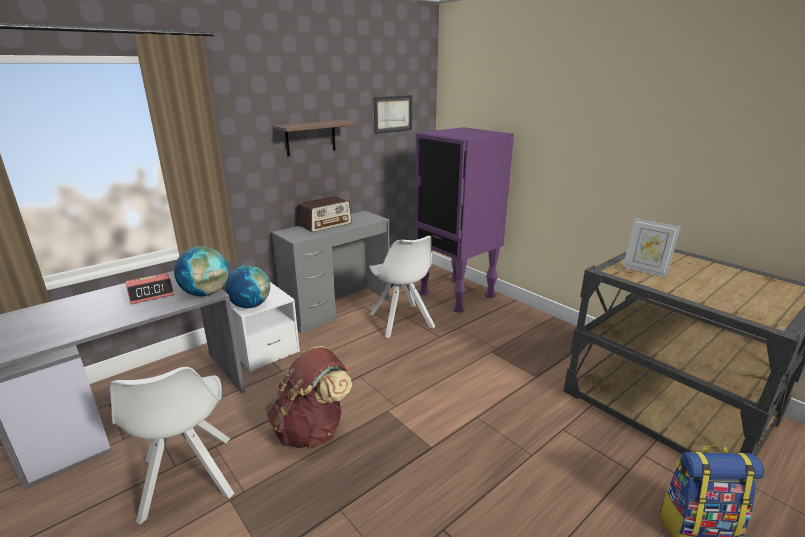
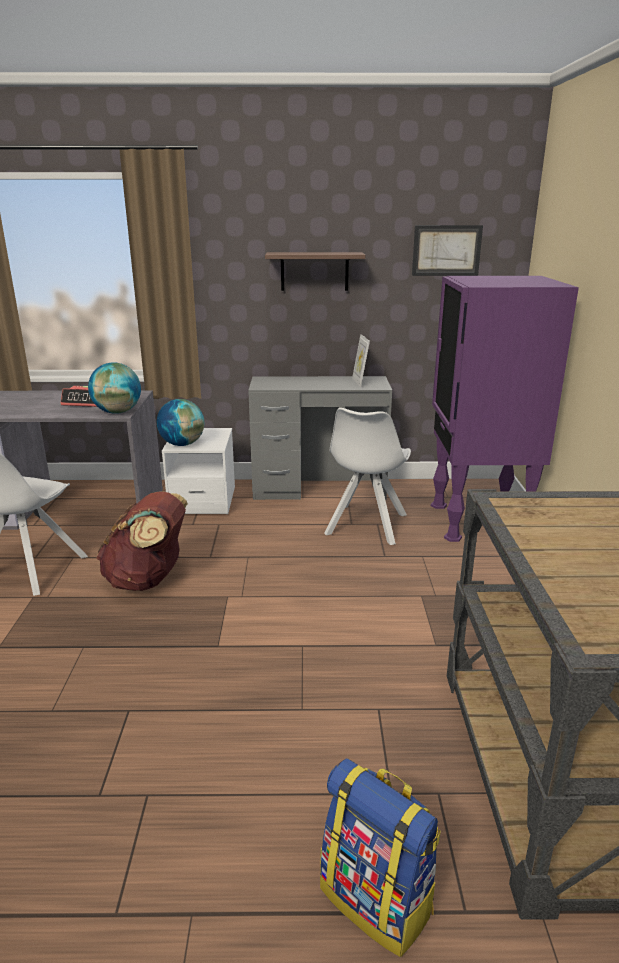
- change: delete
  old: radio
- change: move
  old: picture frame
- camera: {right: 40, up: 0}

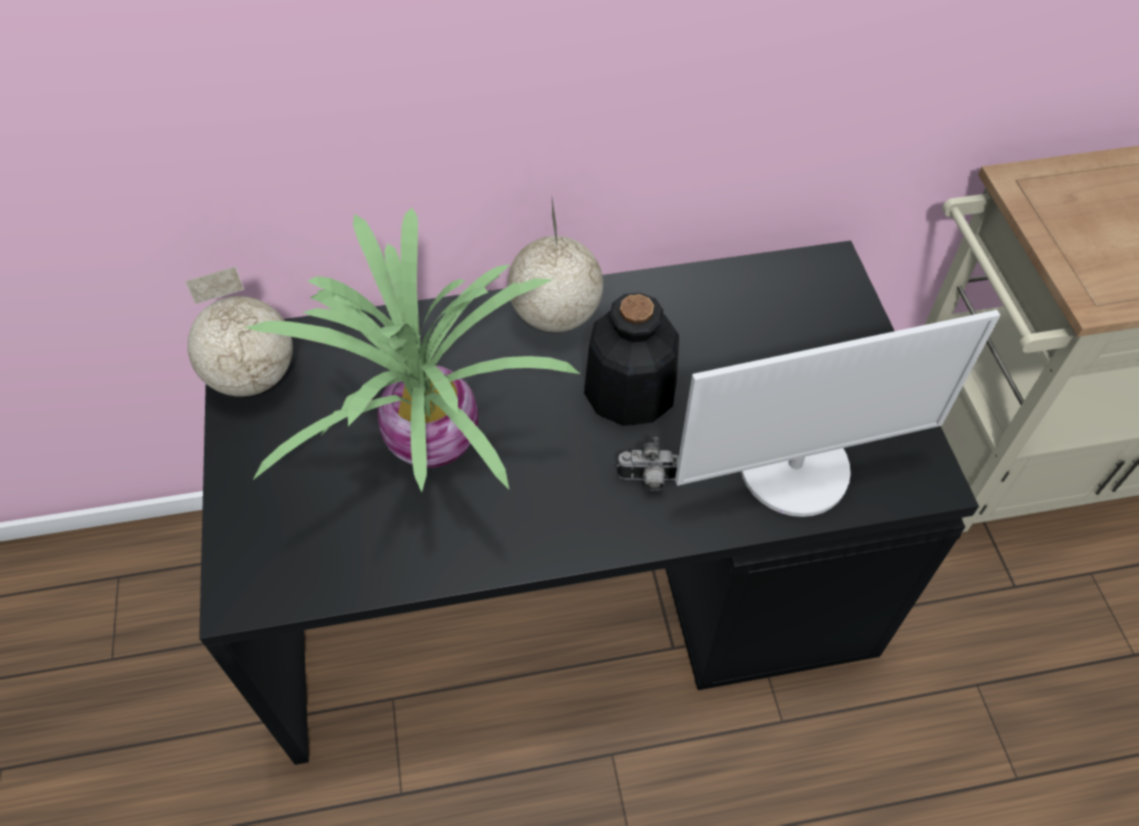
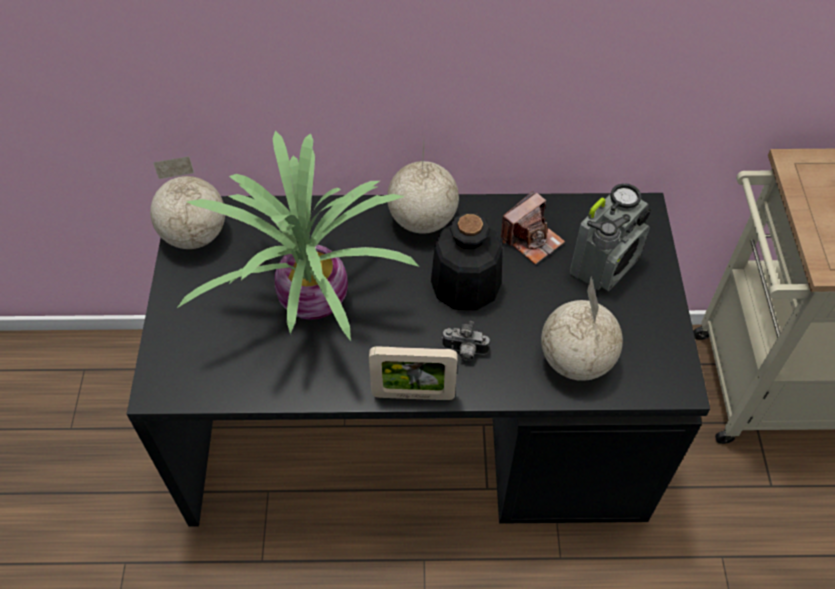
- change: replace
  old: monitor
  new: globe (3rd from left)
- change: insert
  new: picture frame
- change: insert
  new: photo camera (2nd from left)
- change: insert
  new: radio
- camera: {right: 10, up: 0}

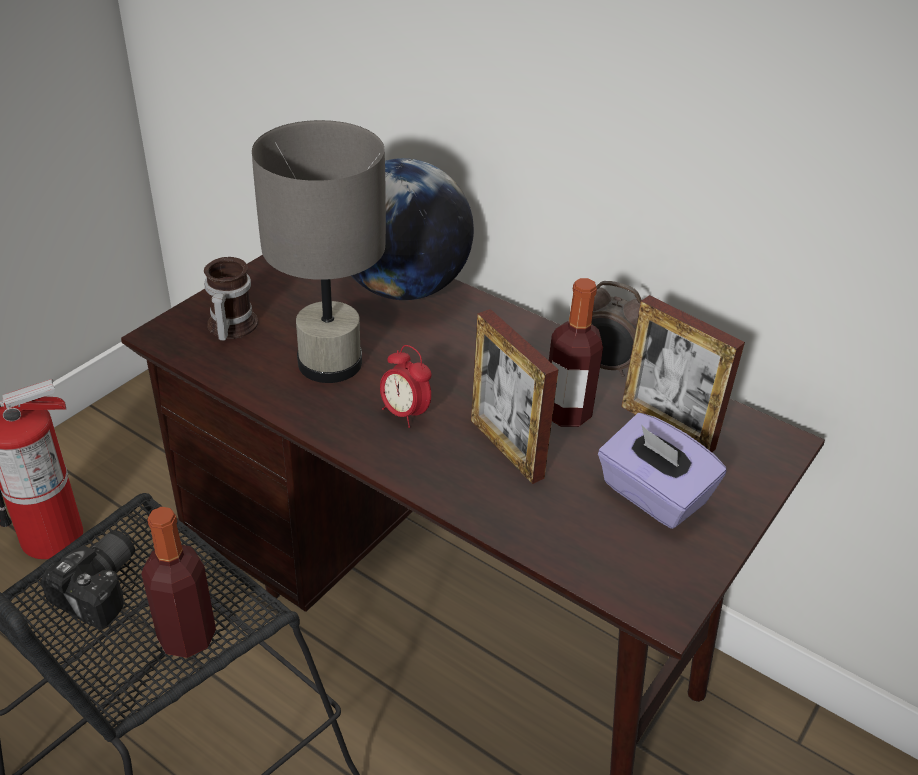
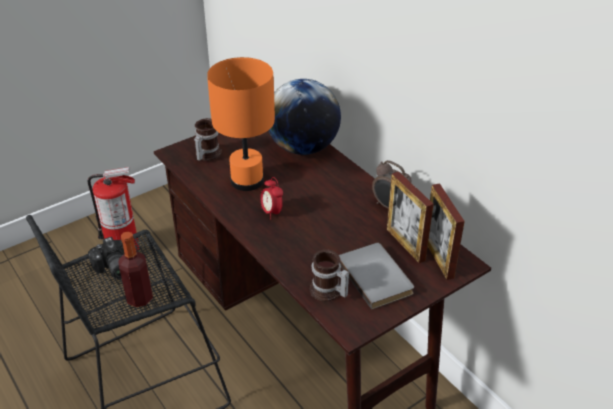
- change: rotate
  old: photo camera
  degrees: 105
- change: recolor
  old: grey table lamp
  new: orange table lamp
- change: move
  old: picture frame (1st from left in the first image)
  new: picture frame (2nd from left)
- change: delete
  old: bottle (2nd from left)
- change: replace
  old: purple tissue box
  new: grey book
- change: insert
  new: mug (2nd from left)
- camera: {right: 20, up: 0}

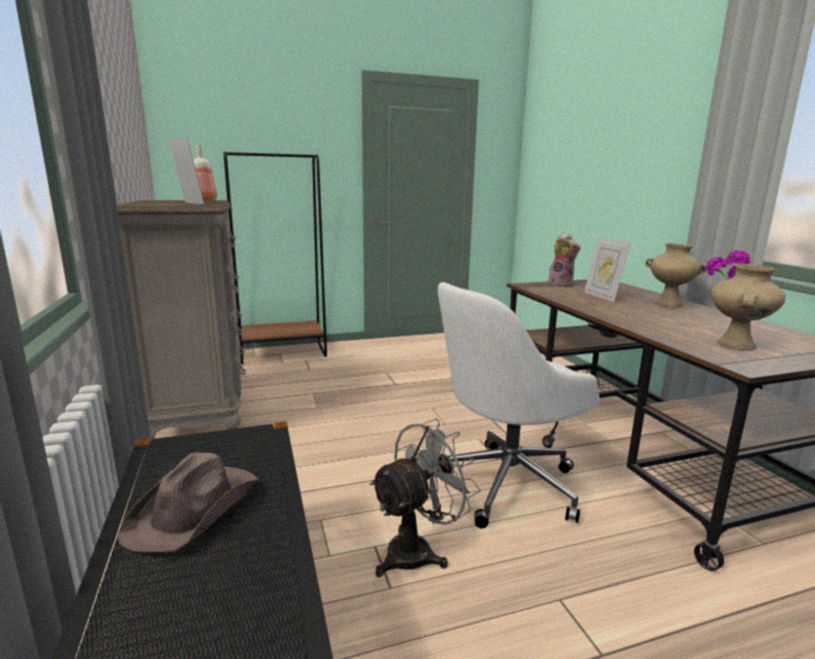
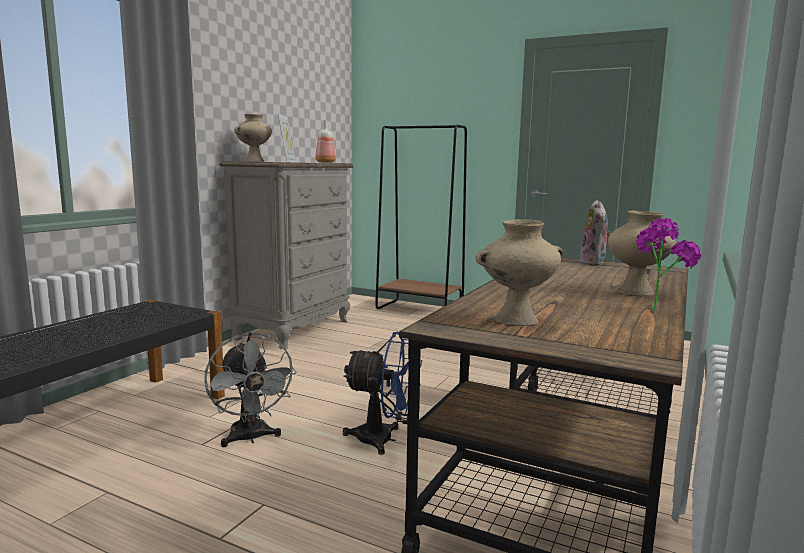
- change: delete
  old: brown hat
- change: rotate
  old: grey fan
  degrees: 60
- change: replace
  old: white office chair
  new: blue fan
- change: delete
  old: picture frame (2nd from left)
- change: insert
  new: beige vase (1st from left)
- camera: {right: 45, up: -5}

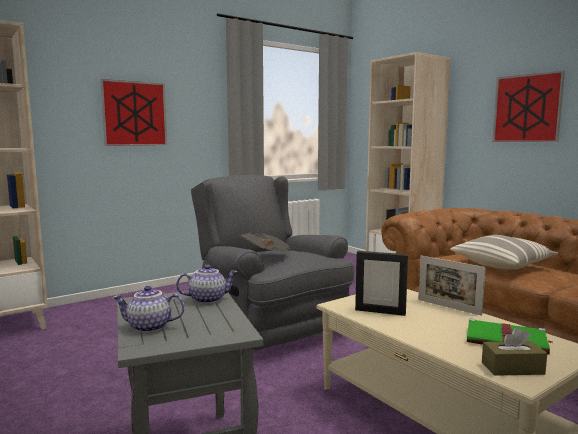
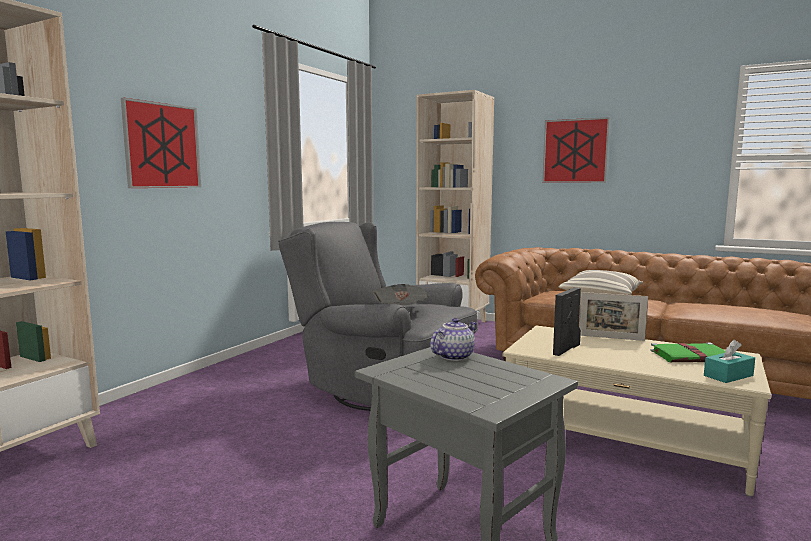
- change: delete
  old: teapot (1st from left)
- change: rotate
  old: picture frame (1st from left)
  degrees: 135
- change: recolor
  old: brown tissue box
  new: turquoise tissue box
- camera: {right: -25, up: 0}

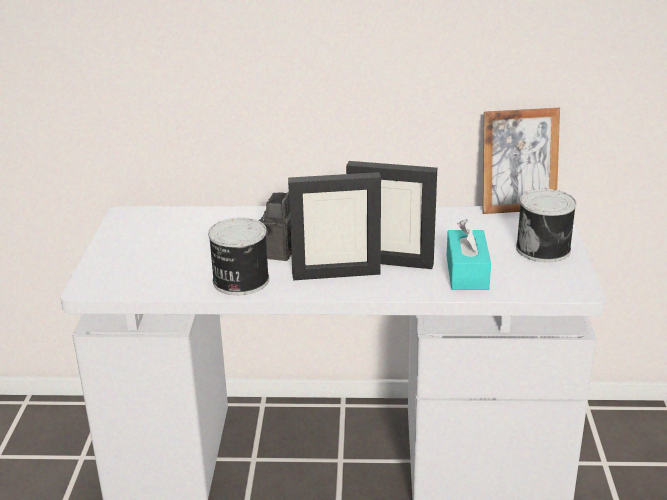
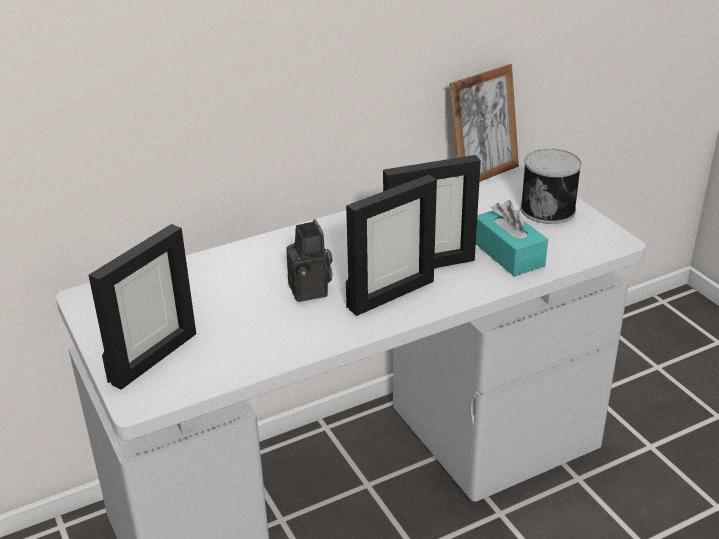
- change: delete
  old: can (1st from left)
- change: insert
  new: picture frame (1st from left)
- camera: {right: -30, up: 5}

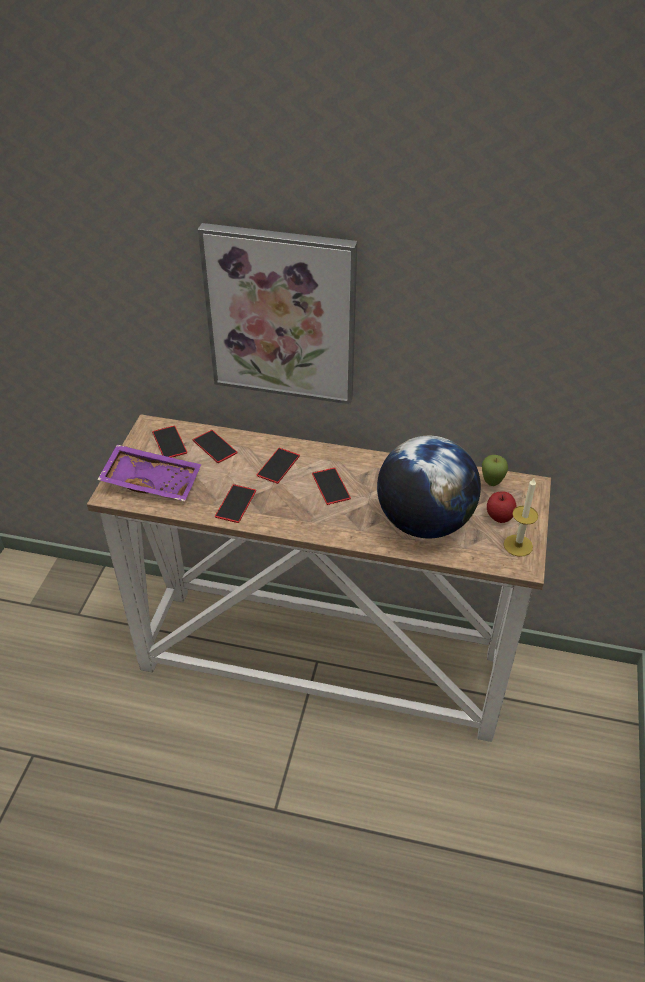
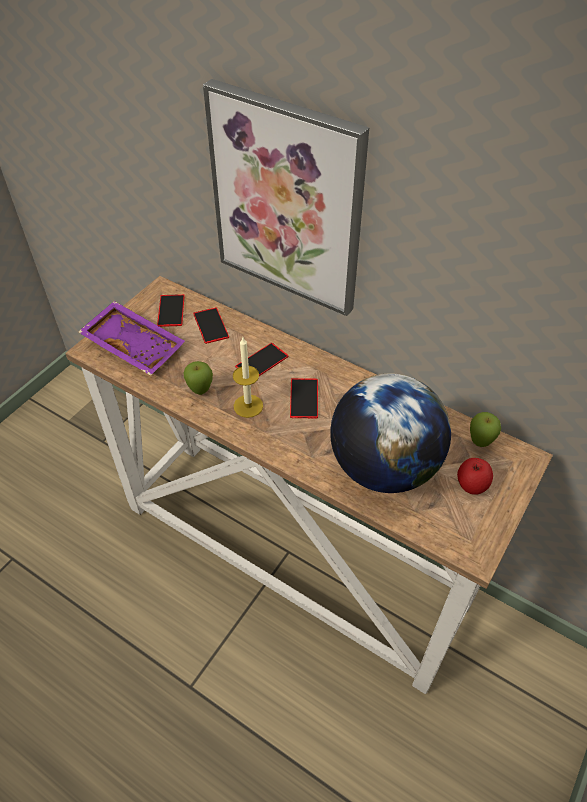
- change: replace
  old: phone (3rd from left)
  new: apple (1st from left)
- change: move
  old: candle
- camera: {right: 20, up: 5}

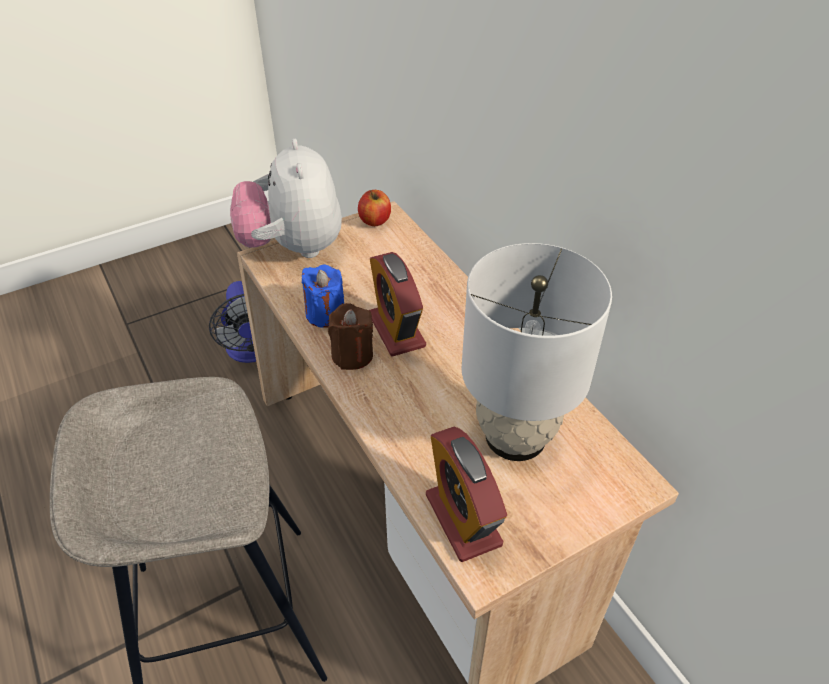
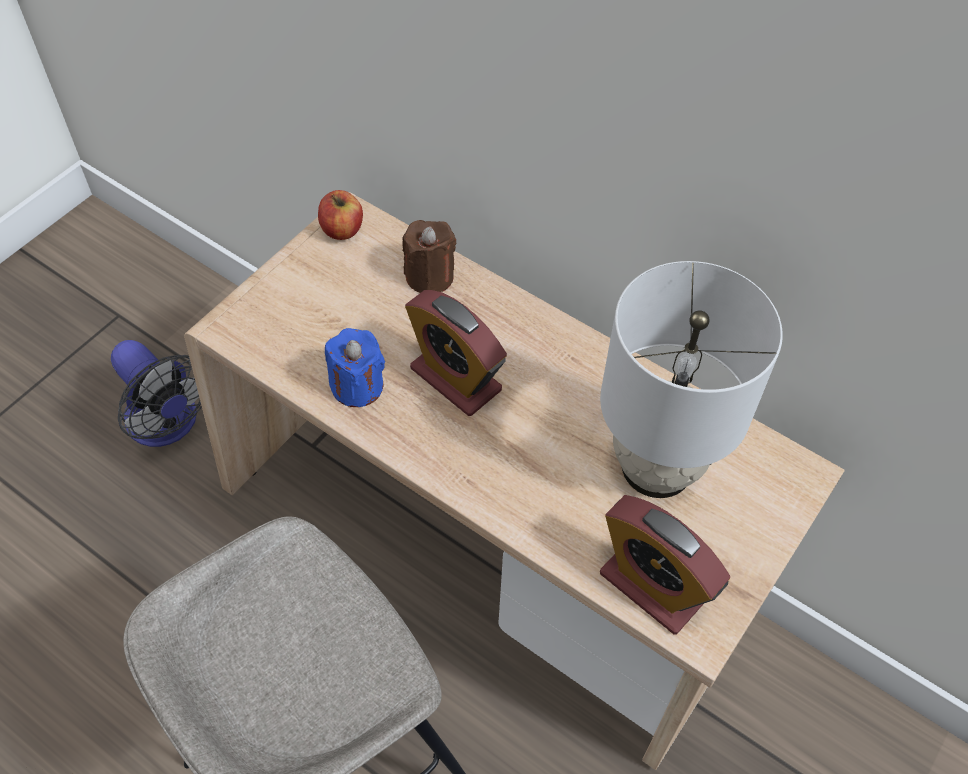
- change: delete
  old: plush toy
- change: move
  old: brown candle
- camera: {right: -25, up: 10}

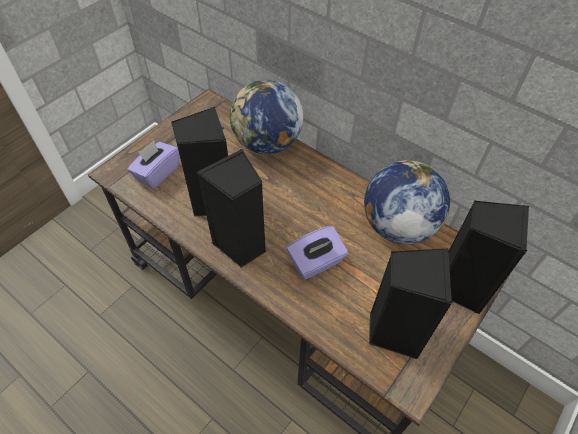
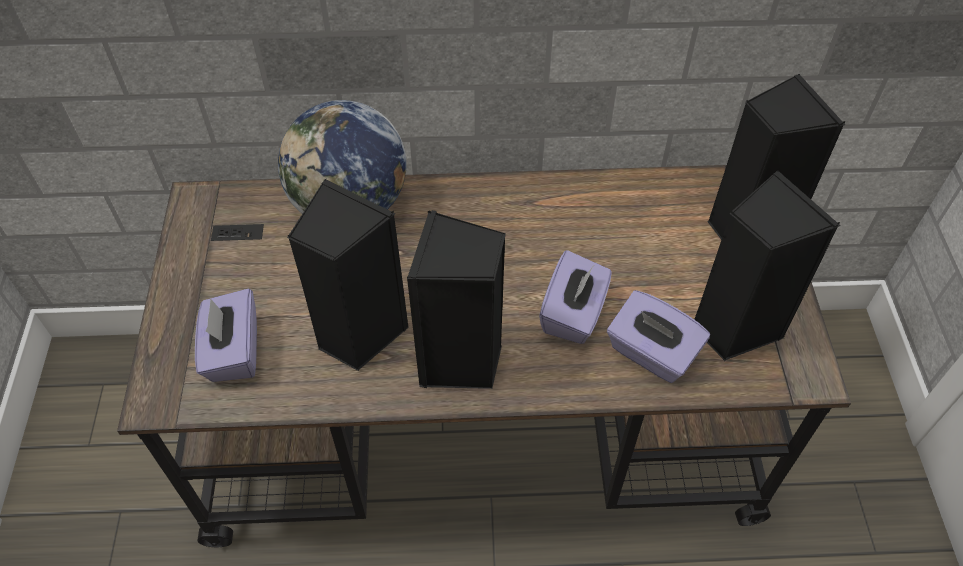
- change: delete
  old: globe (2nd from left)
- change: insert
  new: purple tissue box (3rd from left)
- camera: {right: -40, up: 0}

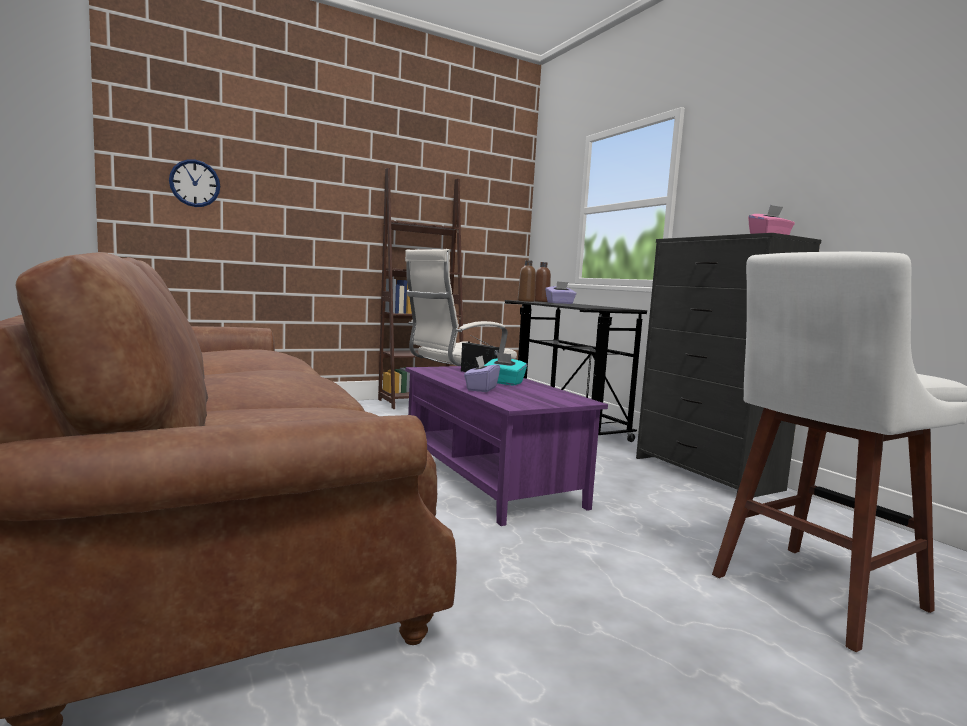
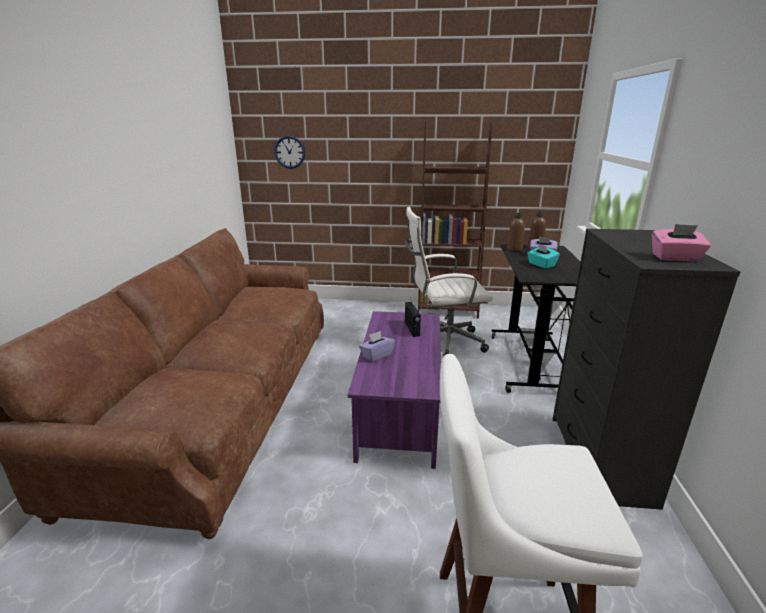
- change: move
  old: turquoise tissue box
- camera: {right: 35, up: 15}

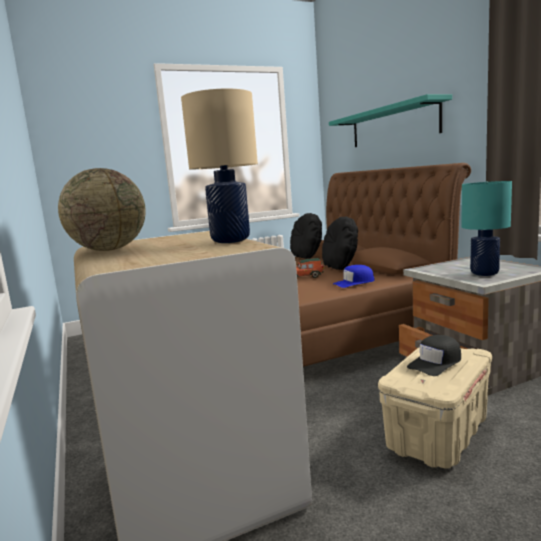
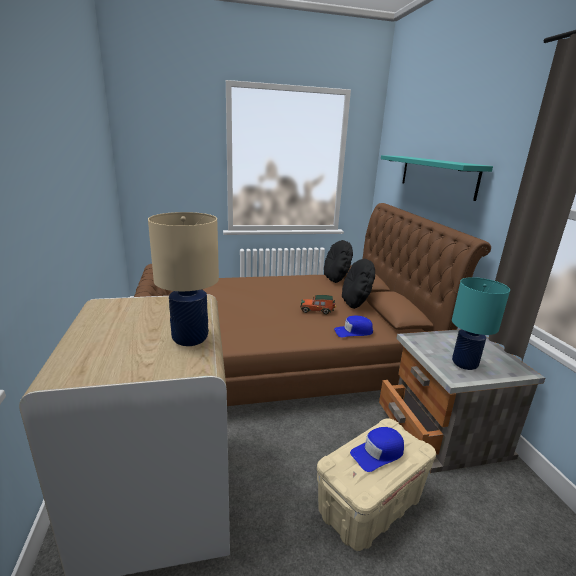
- change: delete
  old: globe
- change: recolor
  old: black cap
  new: blue cap (2nd from left)
- camera: {right: 10, up: 10}

